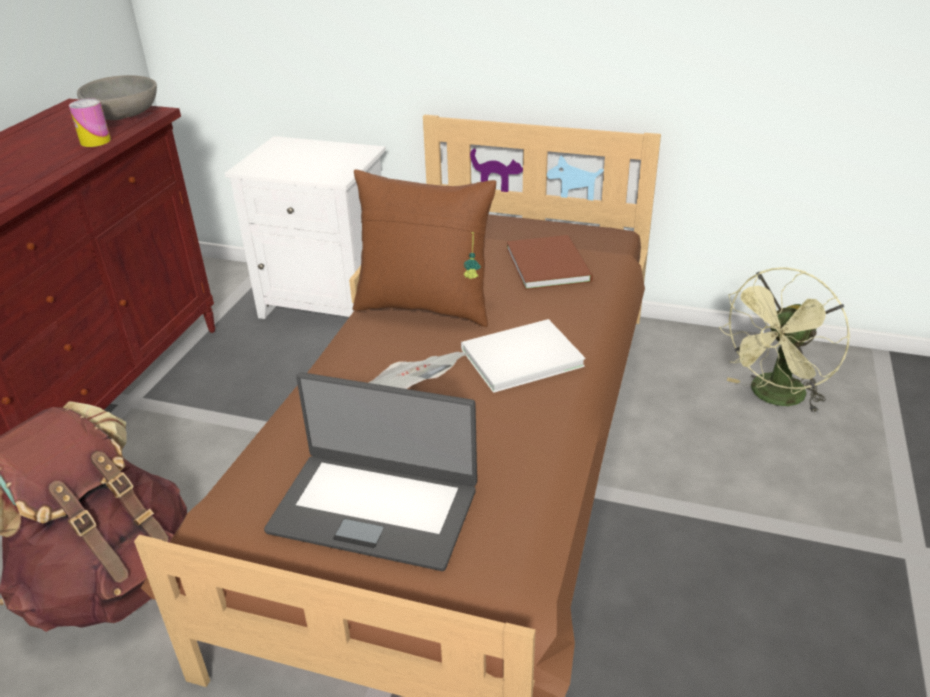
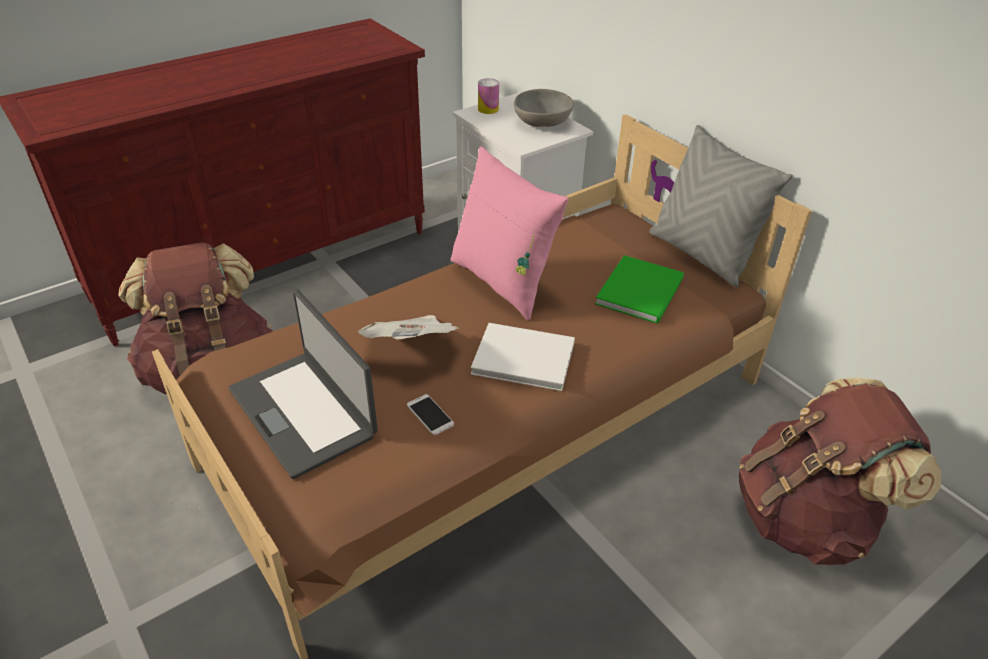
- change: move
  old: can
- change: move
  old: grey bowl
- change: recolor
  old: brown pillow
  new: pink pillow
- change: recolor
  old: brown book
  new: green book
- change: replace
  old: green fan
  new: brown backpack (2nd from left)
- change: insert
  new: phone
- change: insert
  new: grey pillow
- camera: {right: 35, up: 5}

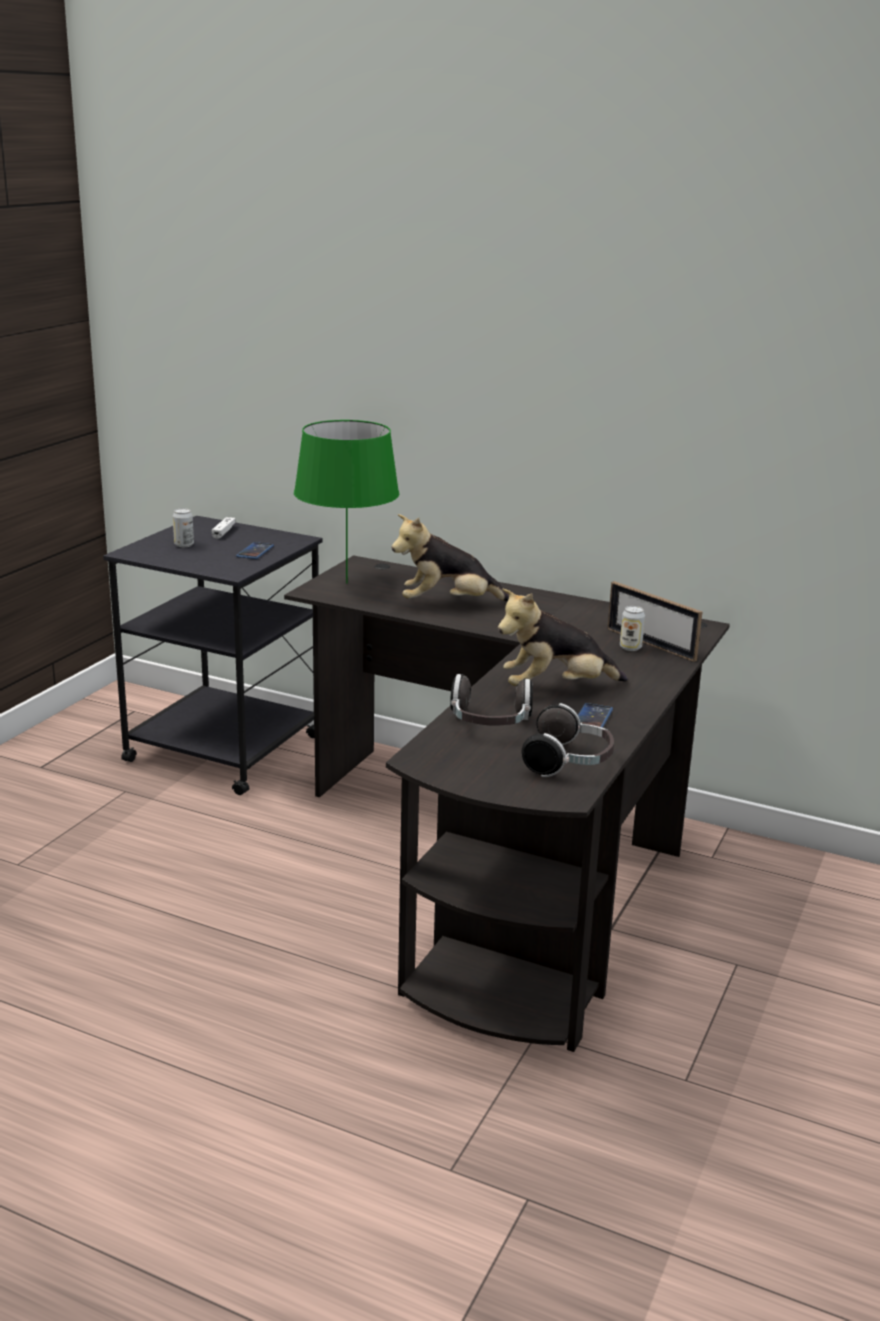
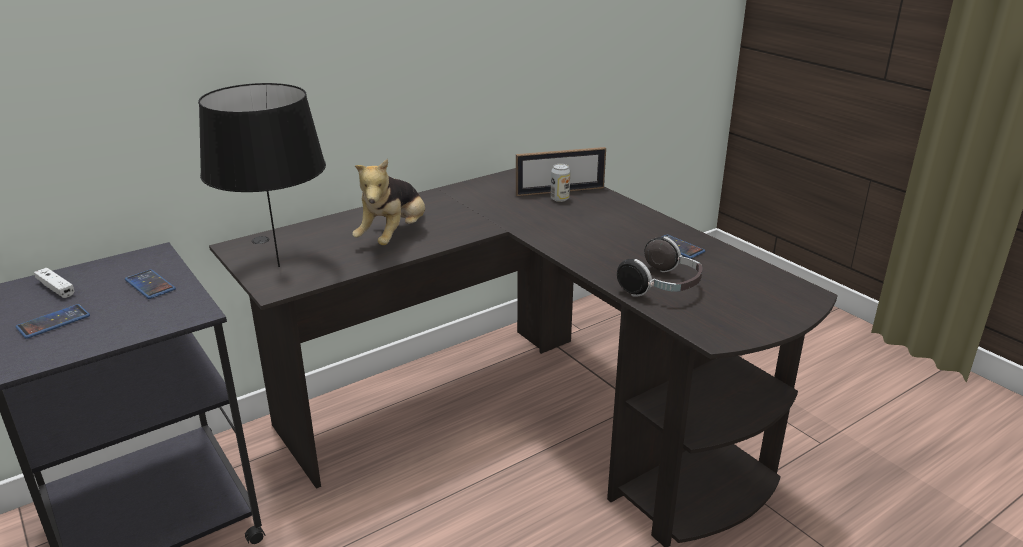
- change: replace
  old: can (1st from left)
  new: phone (1st from left)
- change: recolor
  old: green table lamp
  new: black table lamp
- change: delete
  old: plush toy (2nd from left)
- change: delete
  old: headphones (2nd from left)
- camera: {right: -60, up: 5}

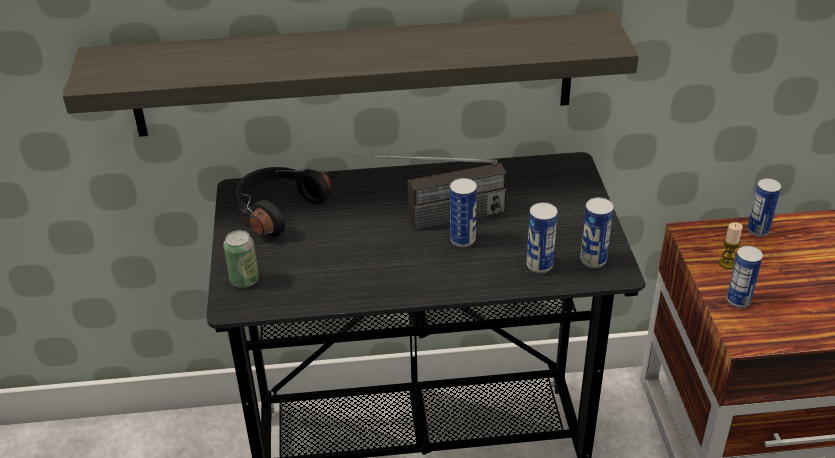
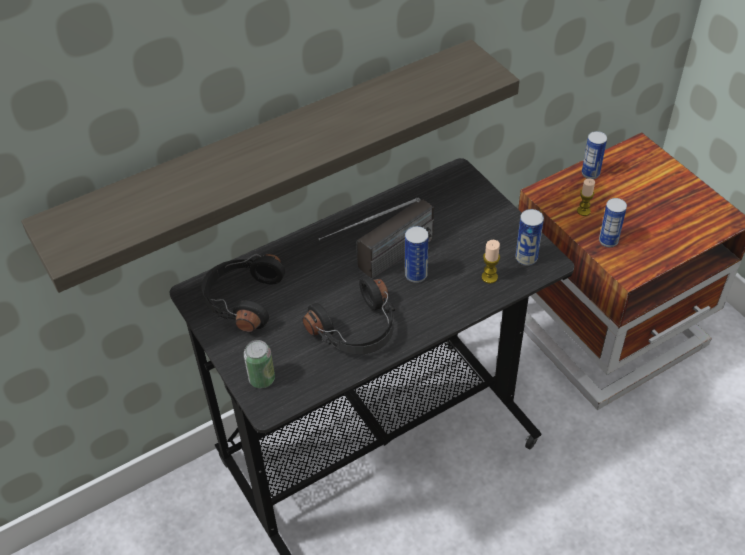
- change: replace
  old: can (3rd from left)
  new: candle (1st from left)
- change: insert
  new: black headphones (2nd from left)
- camera: {right: -25, up: 10}

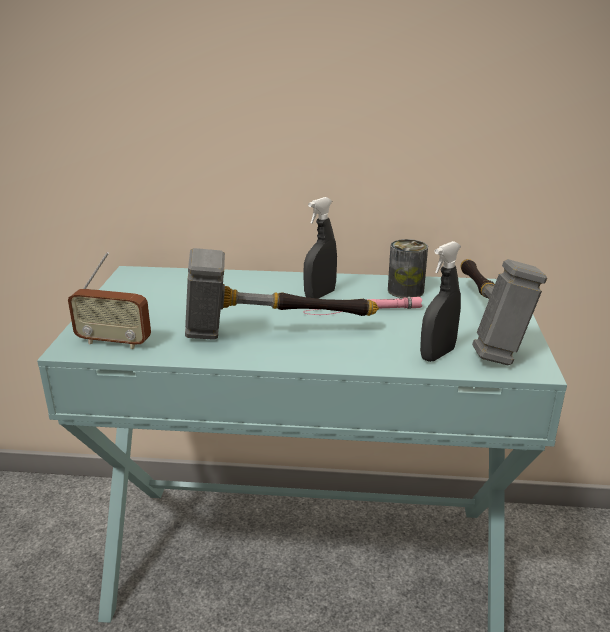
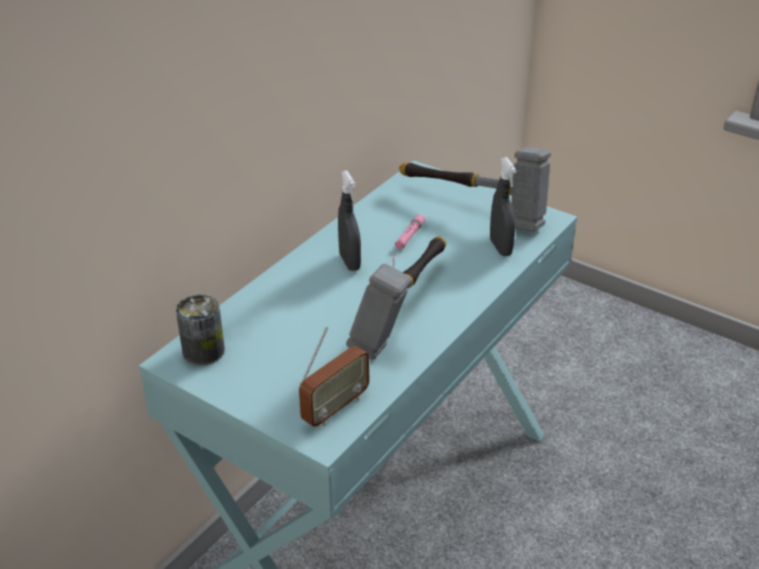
- change: move
  old: can
- camera: {right: -60, up: 10}

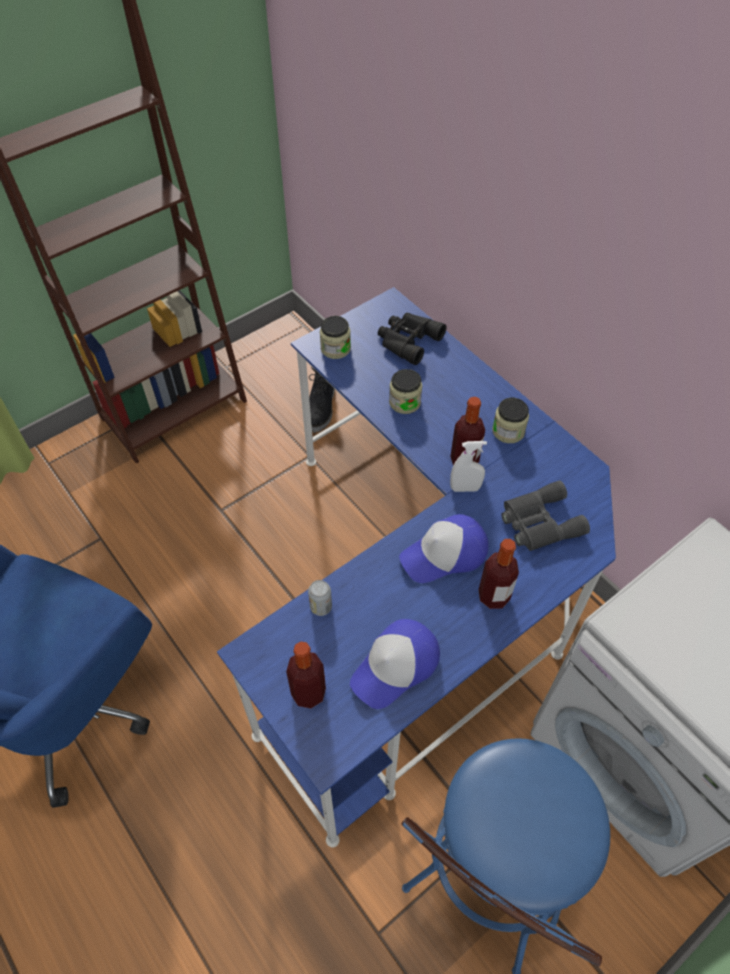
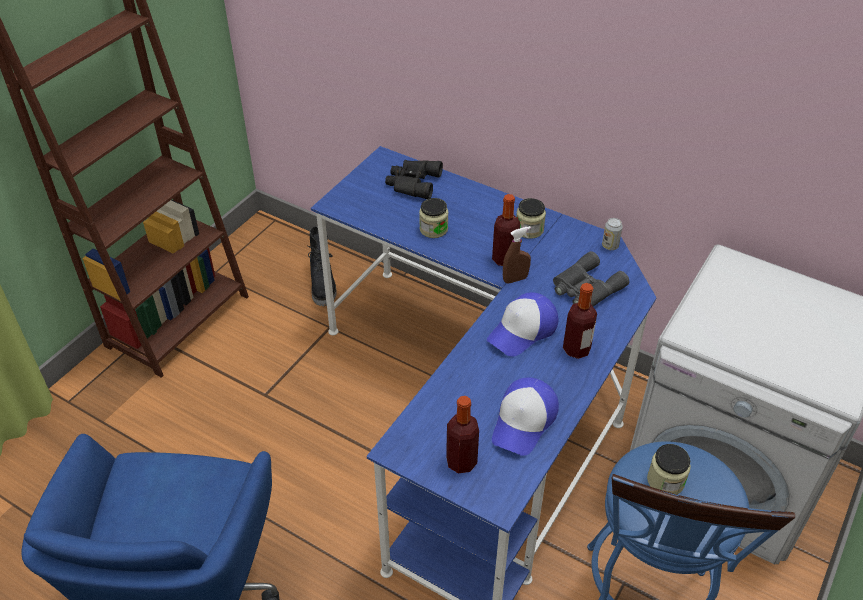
- change: move
  old: can
- change: move
  old: jar (1st from left in the first image)
  new: jar (3rd from left)
- change: recolor
  old: white spray bottle
  new: brown spray bottle
- camera: {right: -20, up: -10}

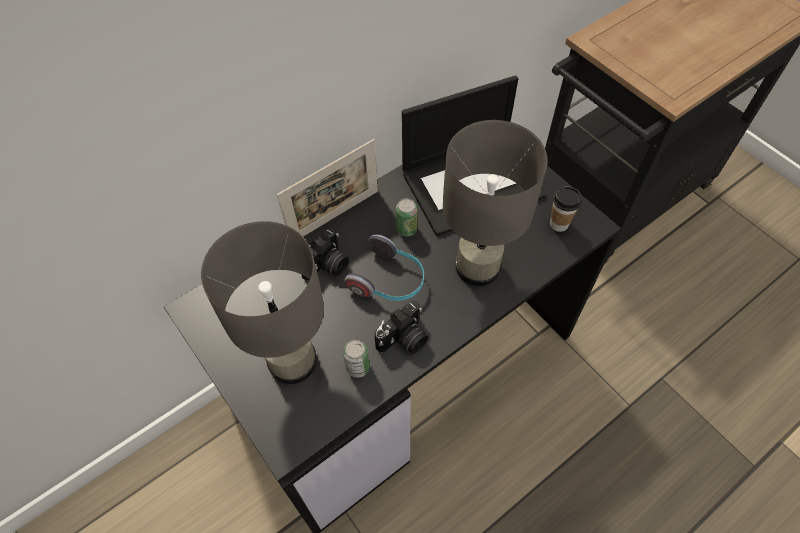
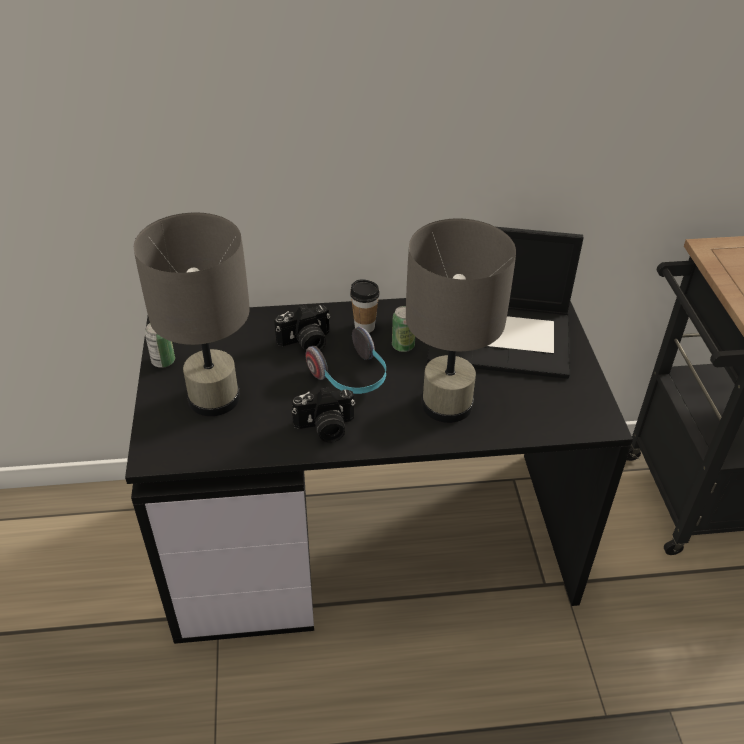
- change: delete
  old: picture frame
- change: move
  old: can (1st from left)
- change: move
  old: cup
- camera: {right: 30, up: -15}

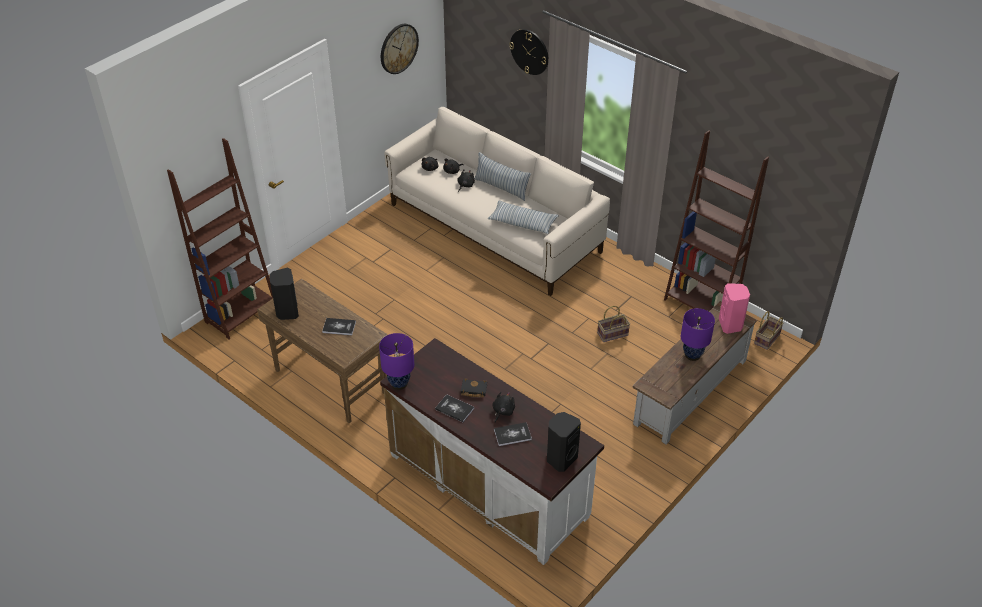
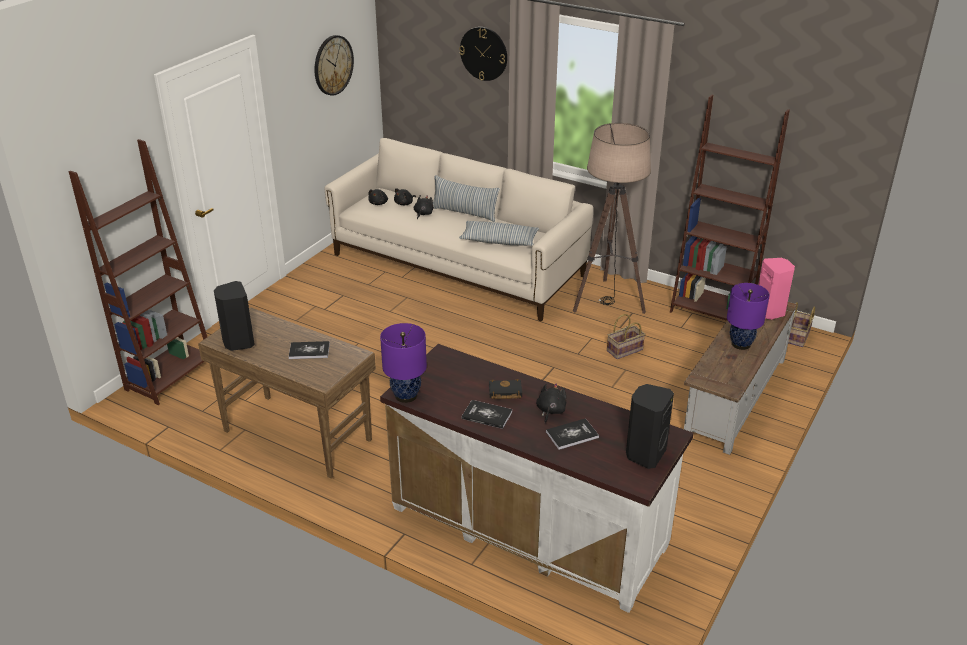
- change: insert
  new: floor lamp
- camera: {right: -10, up: -10}

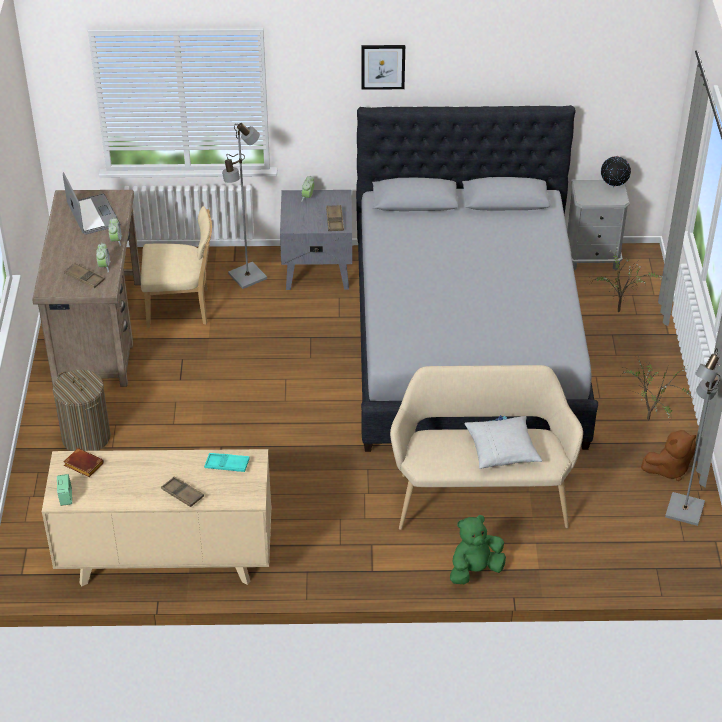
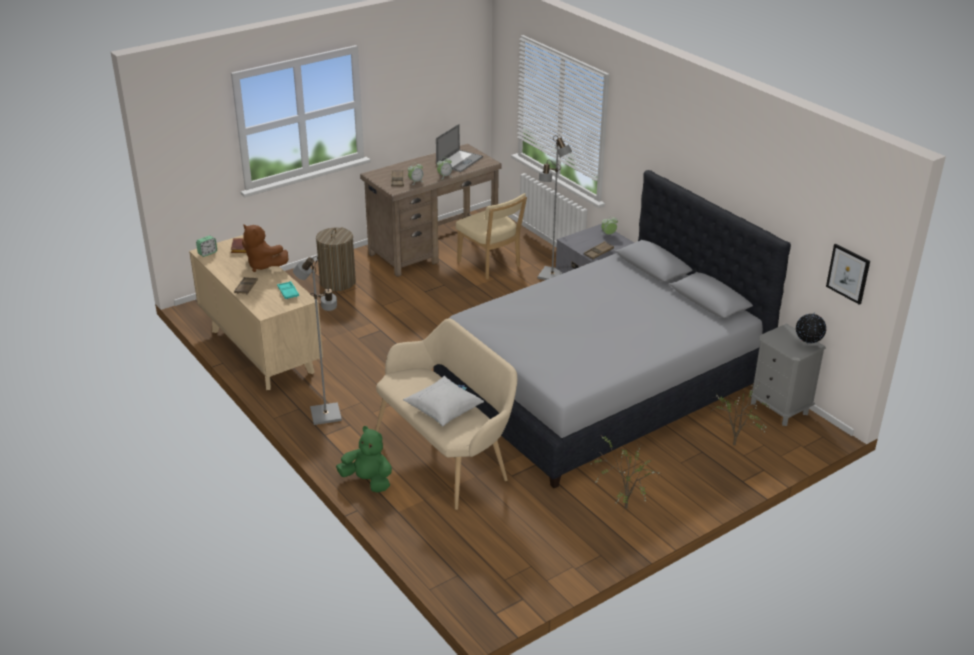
- change: move
  old: picture
- change: move
  old: brown plush toy
- change: move
  old: grey floor lamp (2nd from left in the first image)
  new: grey floor lamp (1st from left)
- camera: {right: 55, up: -10}

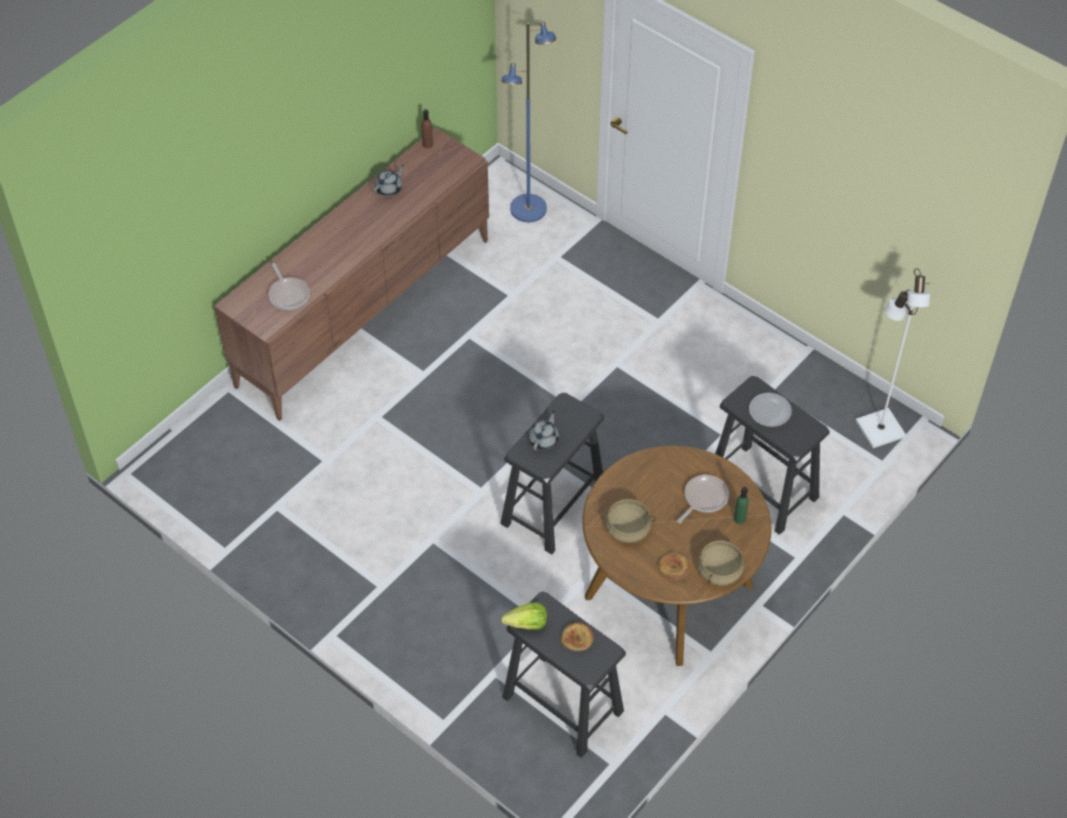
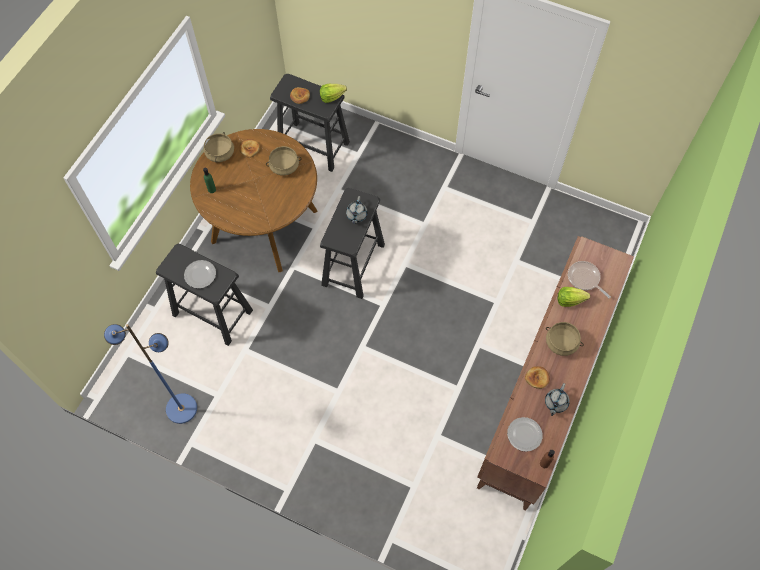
- change: move
  old: blue floor lamp
- change: delete
  old: frying pan (2nd from left)
- change: delete
  old: white floor lamp
- change: insert
  new: plate (2nd from left)
- change: insert
  new: bread (3rd from left)
- change: insert
  new: beige cooking pot (3rd from left)
- change: insert
  new: lettuce (2nd from left)
- camera: {right: 165, up: 10}

